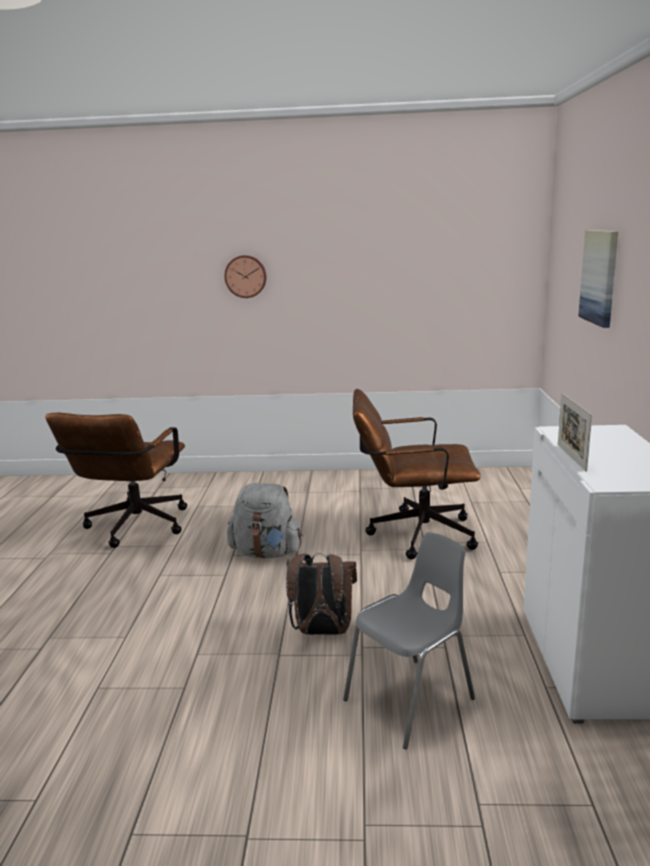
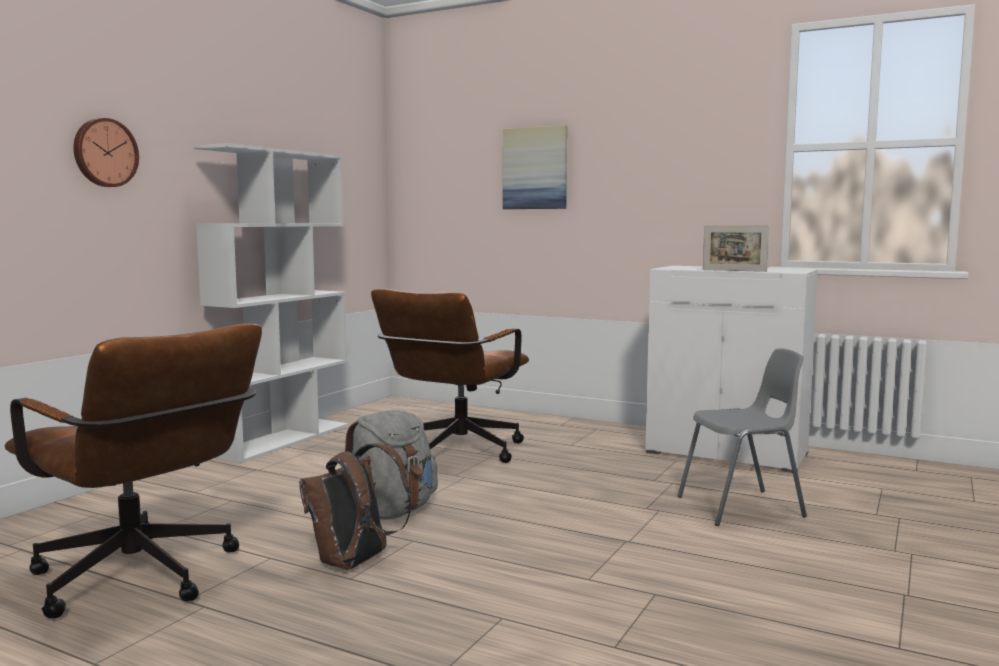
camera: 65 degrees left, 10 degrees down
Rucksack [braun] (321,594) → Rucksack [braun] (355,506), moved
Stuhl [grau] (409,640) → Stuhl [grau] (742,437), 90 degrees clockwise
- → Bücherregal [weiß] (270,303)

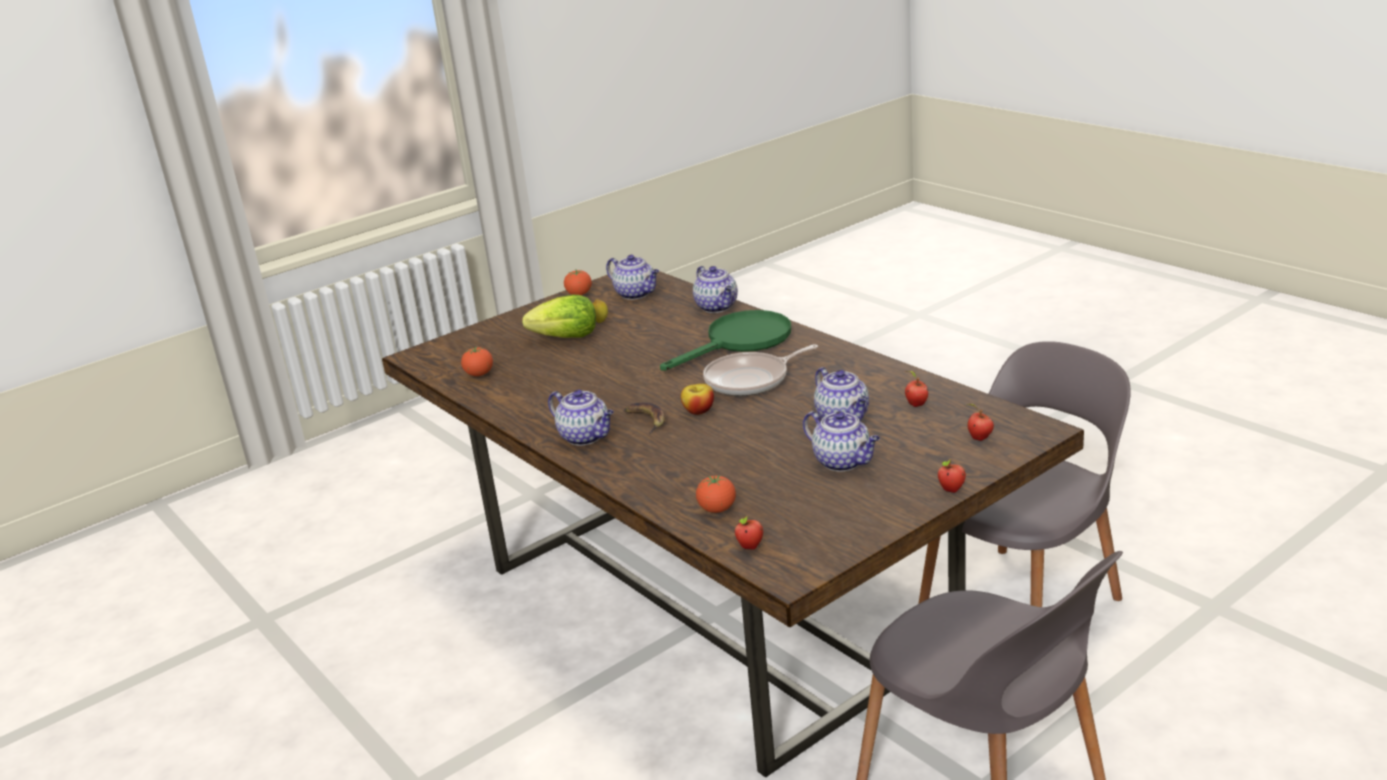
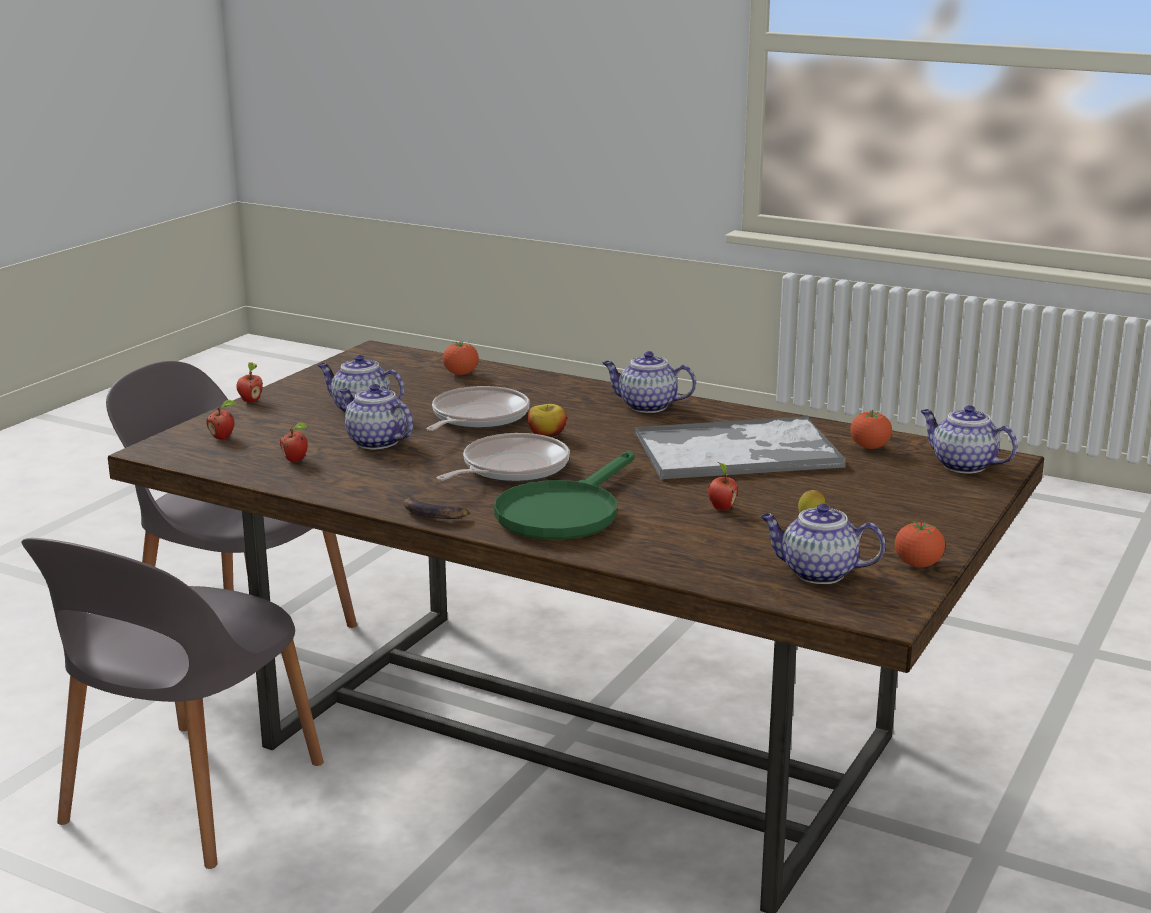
camera: 155 degrees right, 5 degrees down
Salatkopf (559,316) → -
Banane (644,418) → Banane (436,508), moved
Teekanne (715,289) → Teekanne (969,439), moved
Apfel (748,533) → Apfel (722,486), moved
- → Pfanne (478,408)
- → Tablett (740,447)

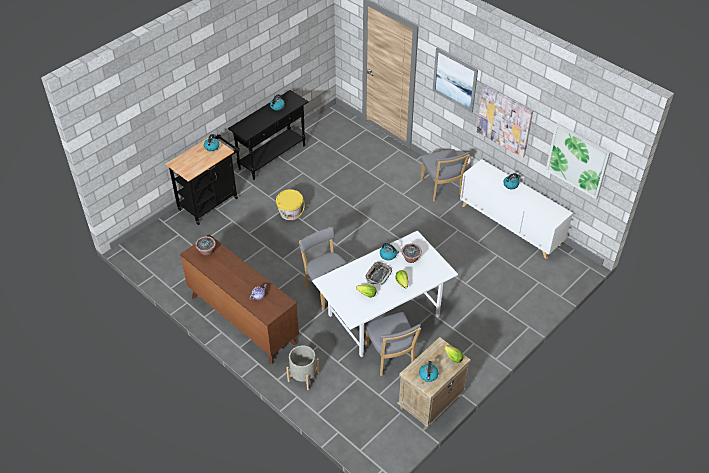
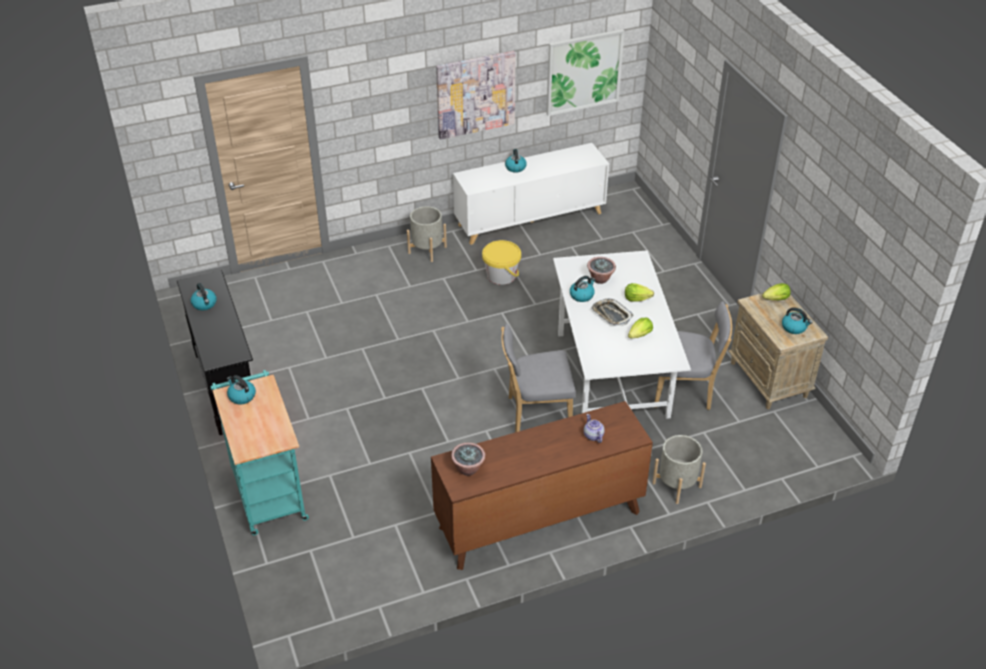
camera: 65 degrees left, 5 degrees down
Rollwagen [schwarz] (202,179) → Rollwagen [türkis] (259,452)
Eimer [gelb] (290,204) → Eimer [gelb] (501,262), moved
Stuhl [grau] (445,175) → Pflanzkübel [grau] (427,234)
Bild (455,80) → -

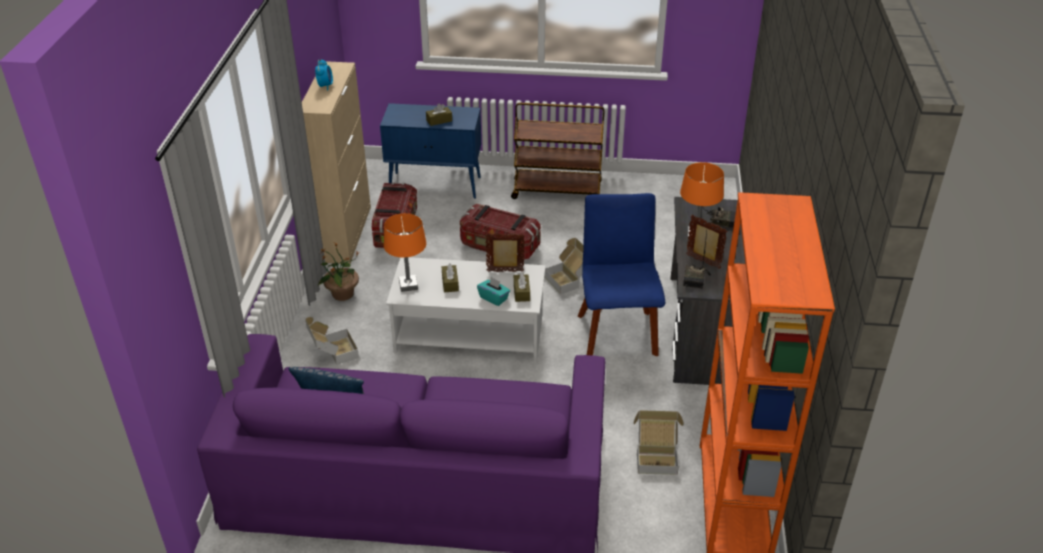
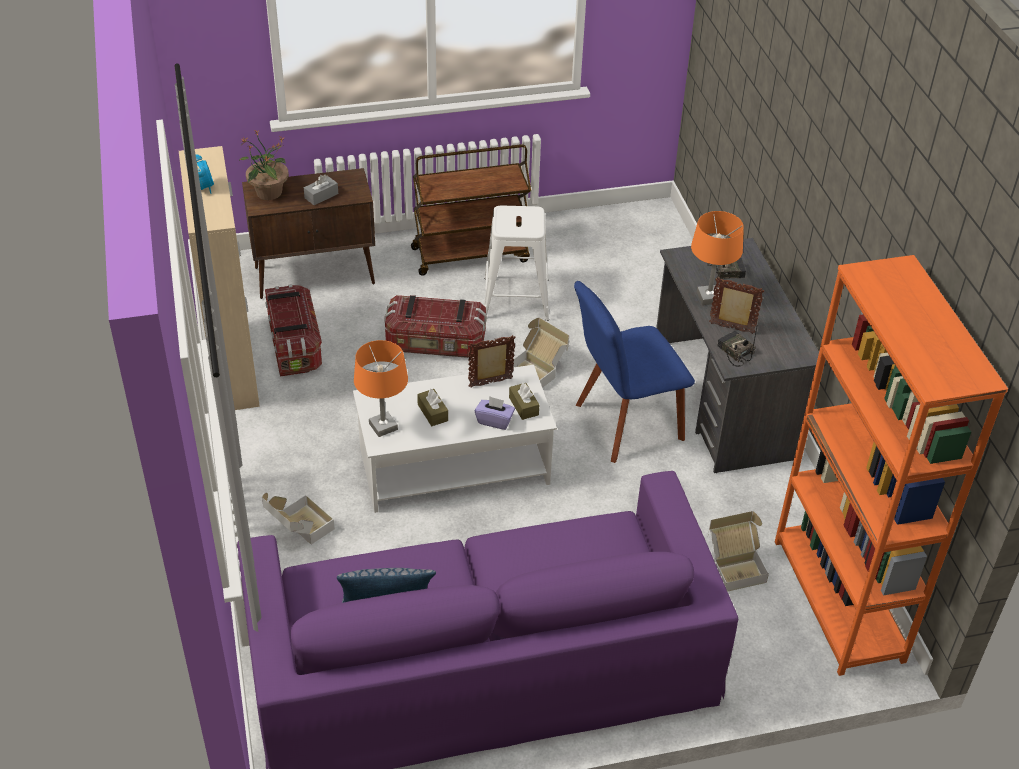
camera: 20 degrees left, 5 degrees up
Topfpflanze (338,272) → Topfpflanze (264,165), moved
Schrank [blau] (430,151) → Schrank [braun] (308,233)
Taschentuchbox [braun] (439,115) → Taschentuchbox [grau] (321,189)
Taschentuchbox [türkis] (493,291) → Taschentuchbox [lila] (495,413)
Stuhl [blau] (621,274) → Stuhl [blau] (634,372), 90 degrees counterclockwise
Radio (697,260) → Radio (737,347), 150 degrees clockwise
- → Hocker [weiß] (516,263)

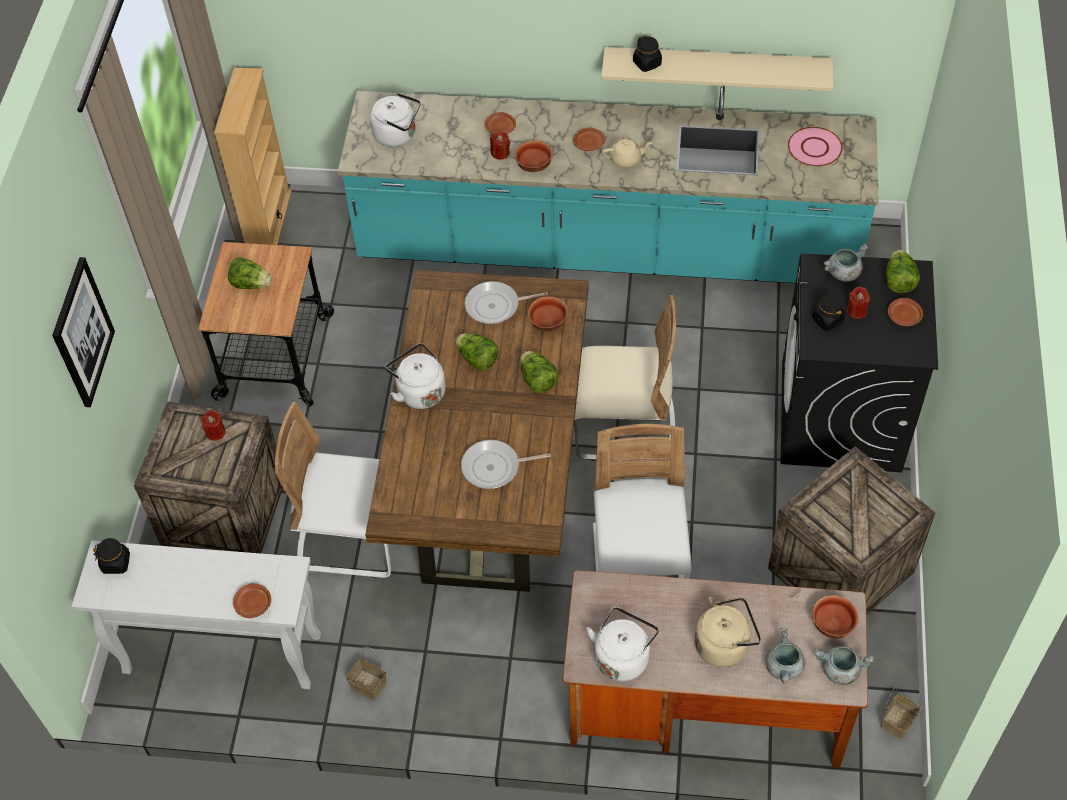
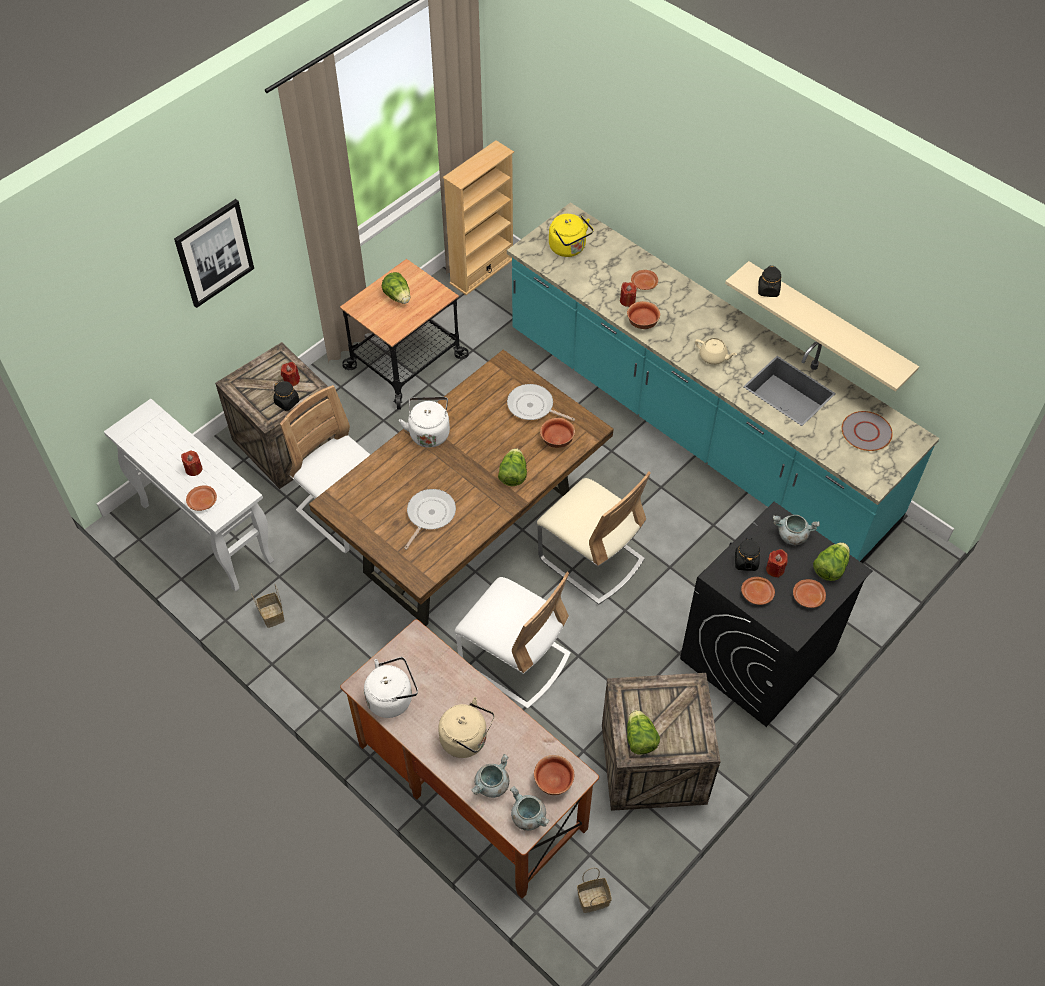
camera: 35 degrees right, 0 degrees up
Vorratsglas [schwarz] (111,556) → Vorratsglas [schwarz] (286,396), moved
Wasserkessel [weiß] (395,120) → Wasserkessel [gelb] (571,235)
Salatkopf (476,352) → Salatkopf (643,732), moved
Pfanne (506,464) → Pfanne (430,519), 90 degrees clockwise
Teller [braun] (589,139) → Teller [braun] (758,591), moved
Stuhl [weiß] (642,501) → Stuhl [weiß] (513,640), 90 degrees clockwise
Teller [rosa] (815,146) → Teller [grau] (867,431)
- → Kerze [rot] (191,463)

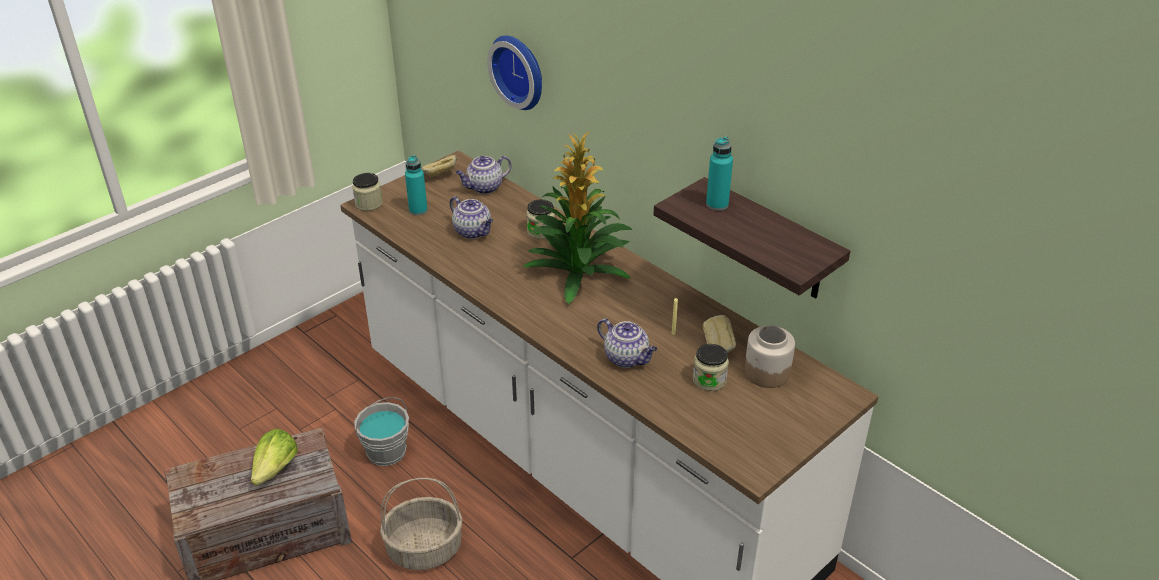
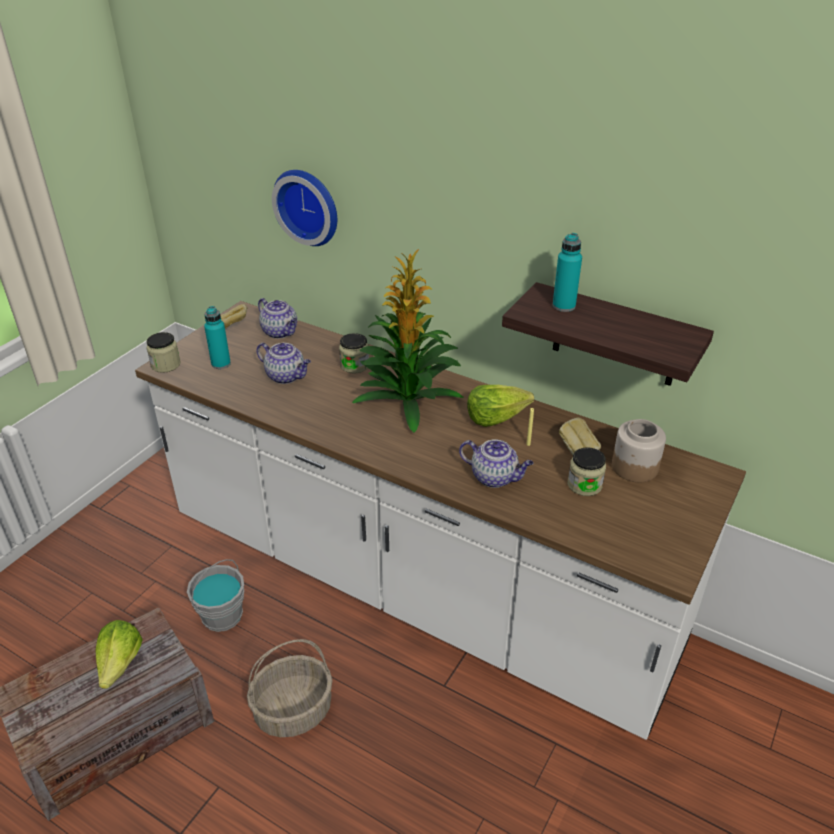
camera: 15 degrees left, 0 degrees up
Teekanne (483,175) → Teekanne (277,318), 90 degrees counterclockwise
- → Salatkopf (500,406)

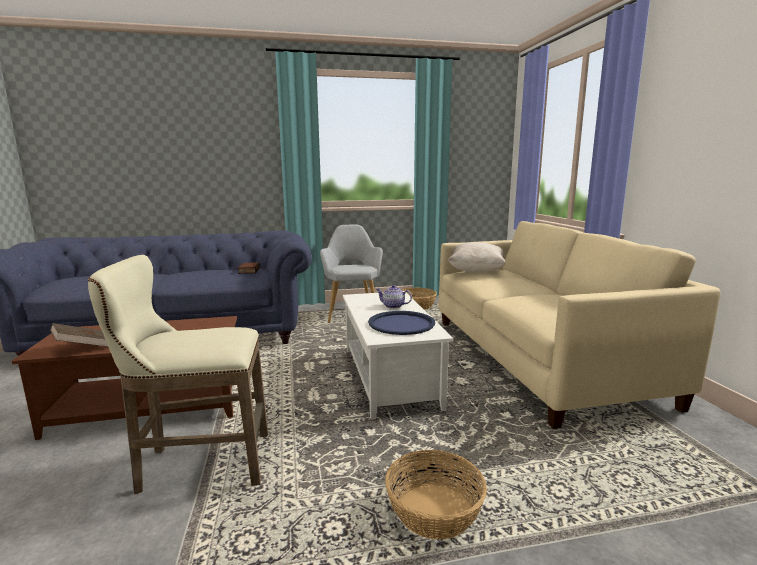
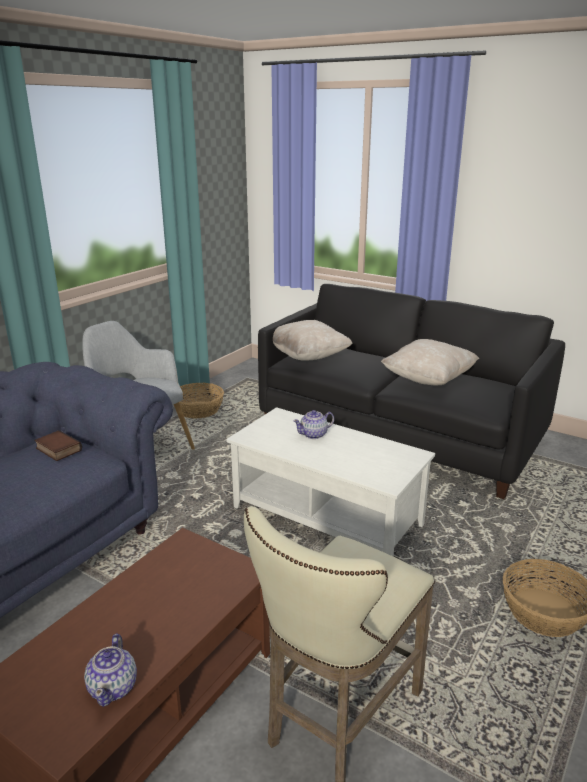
camera: 45 degrees left, 10 degrees up
Buch [braun] (79,335) → Teekanne (110,670)
Tablett [blau] (401,323) → -
Sofa [beige] (579,325) → Sofa [schwarz] (411,391)
- → Kissen [beige] (430,362)

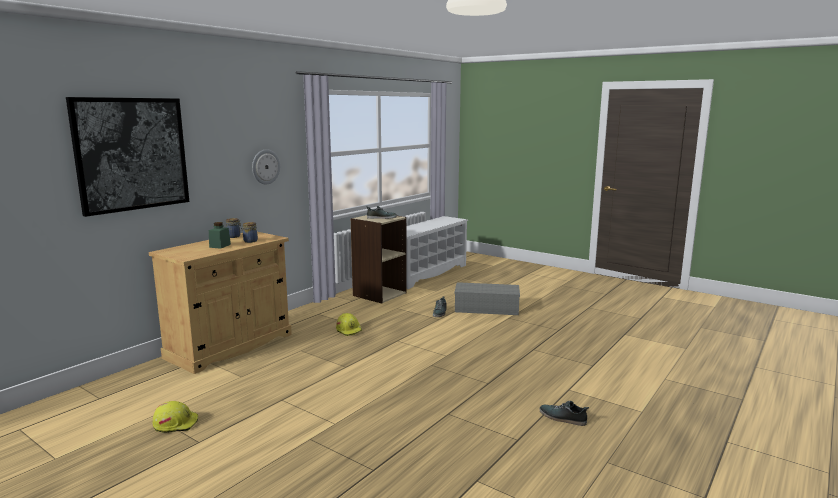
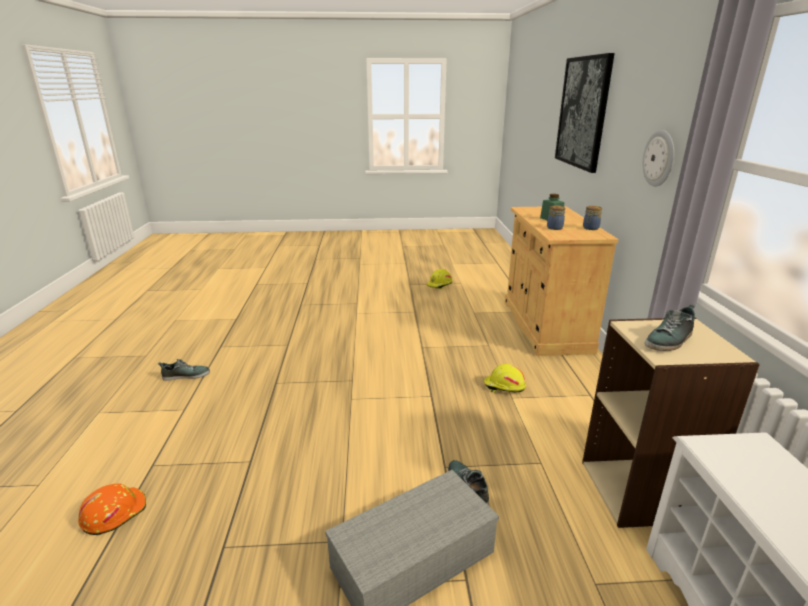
camera: 140 degrees right, 10 degrees up
- → Schutzhelm [orange] (112,509)

